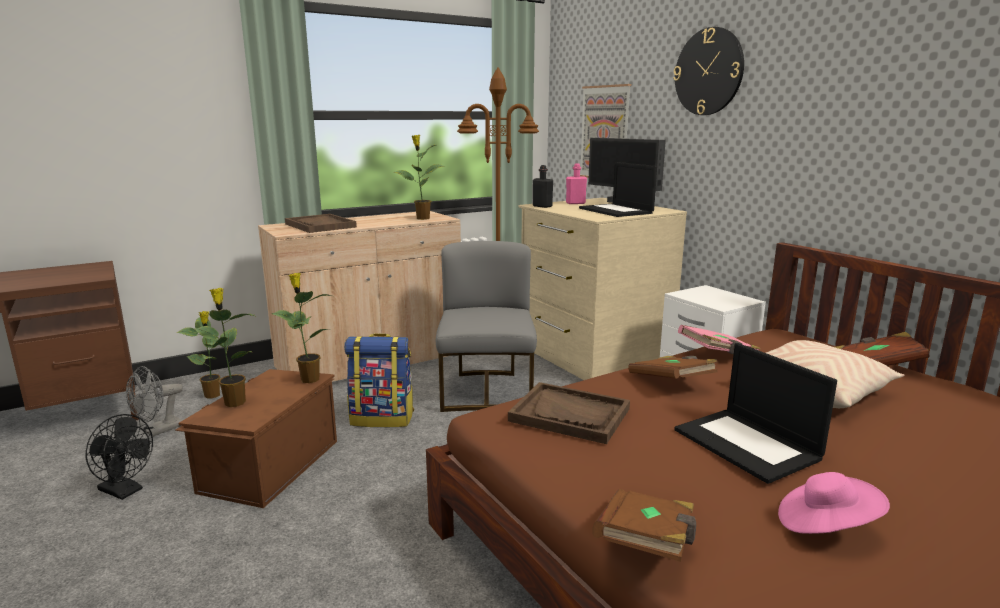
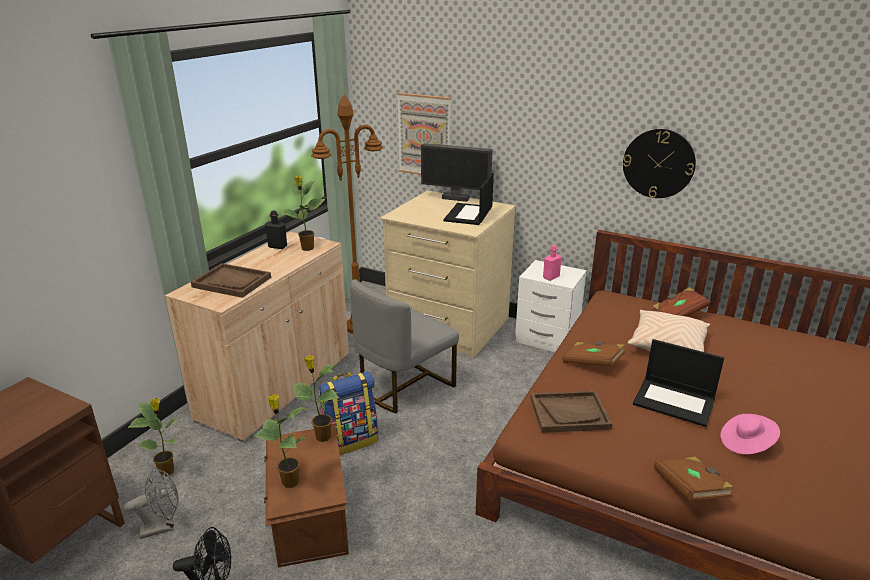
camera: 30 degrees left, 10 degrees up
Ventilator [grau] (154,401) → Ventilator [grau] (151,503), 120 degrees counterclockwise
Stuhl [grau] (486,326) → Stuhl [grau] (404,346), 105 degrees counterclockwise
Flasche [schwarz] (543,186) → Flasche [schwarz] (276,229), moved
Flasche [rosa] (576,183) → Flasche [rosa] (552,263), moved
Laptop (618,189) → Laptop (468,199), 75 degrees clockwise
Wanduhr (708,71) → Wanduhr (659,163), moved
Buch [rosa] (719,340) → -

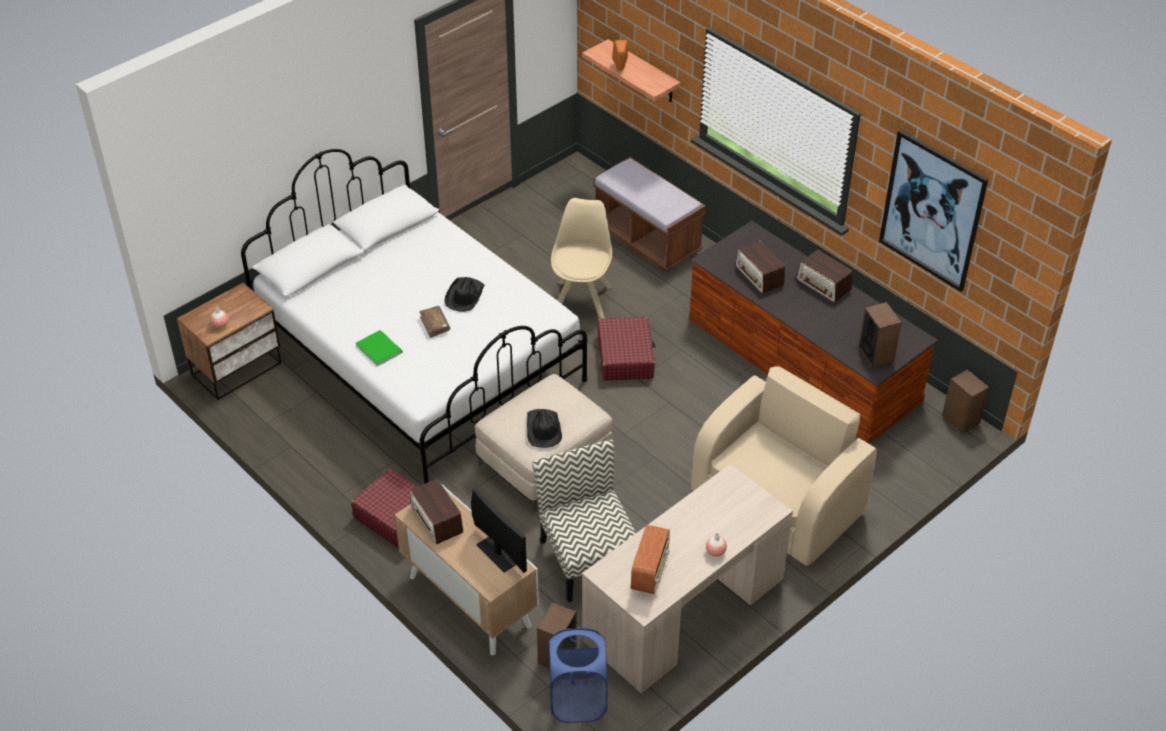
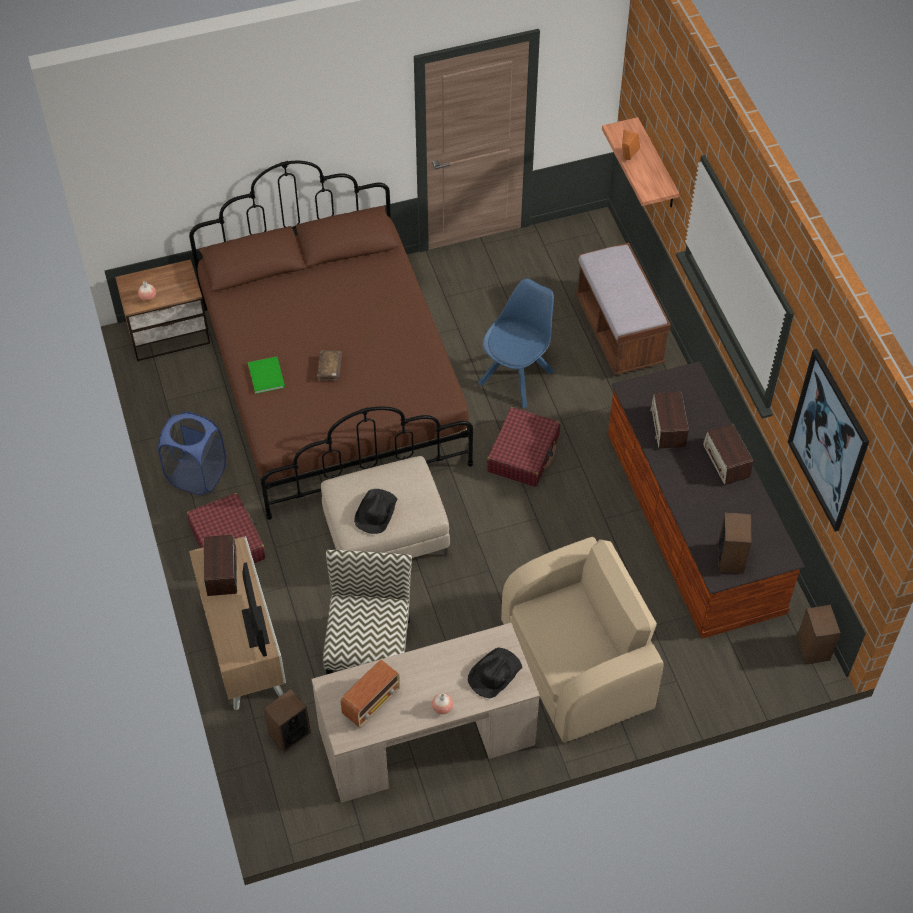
camera: 25 degrees right, 10 degrees up
Bett [weiß] (414,316) → Bett [braun] (331,340)
Hut [schwarz] (465,294) → Hut [schwarz] (495,672), moved
Wäschekorb [blau] (578,675) → Wäschekorb [blau] (192,453), moved
Stuhl [beige] (581,258) → Stuhl [blau] (516,343)

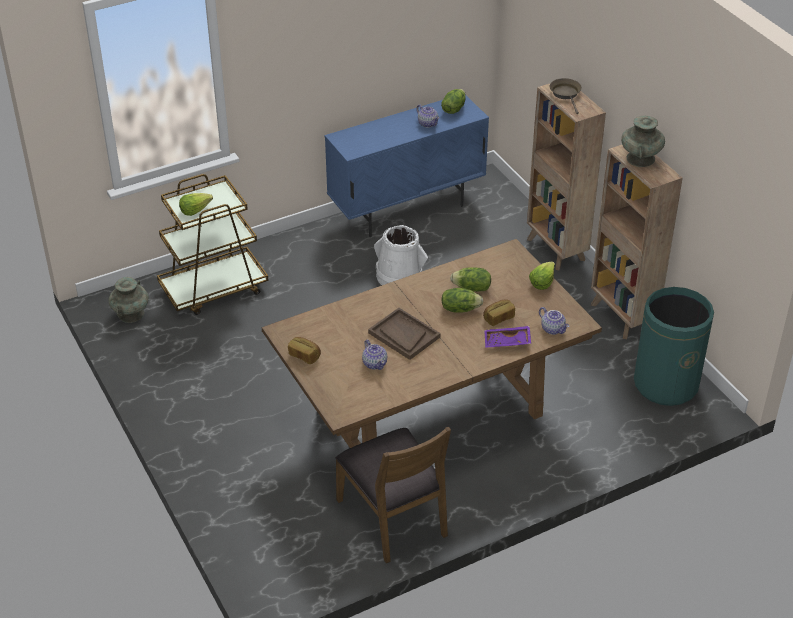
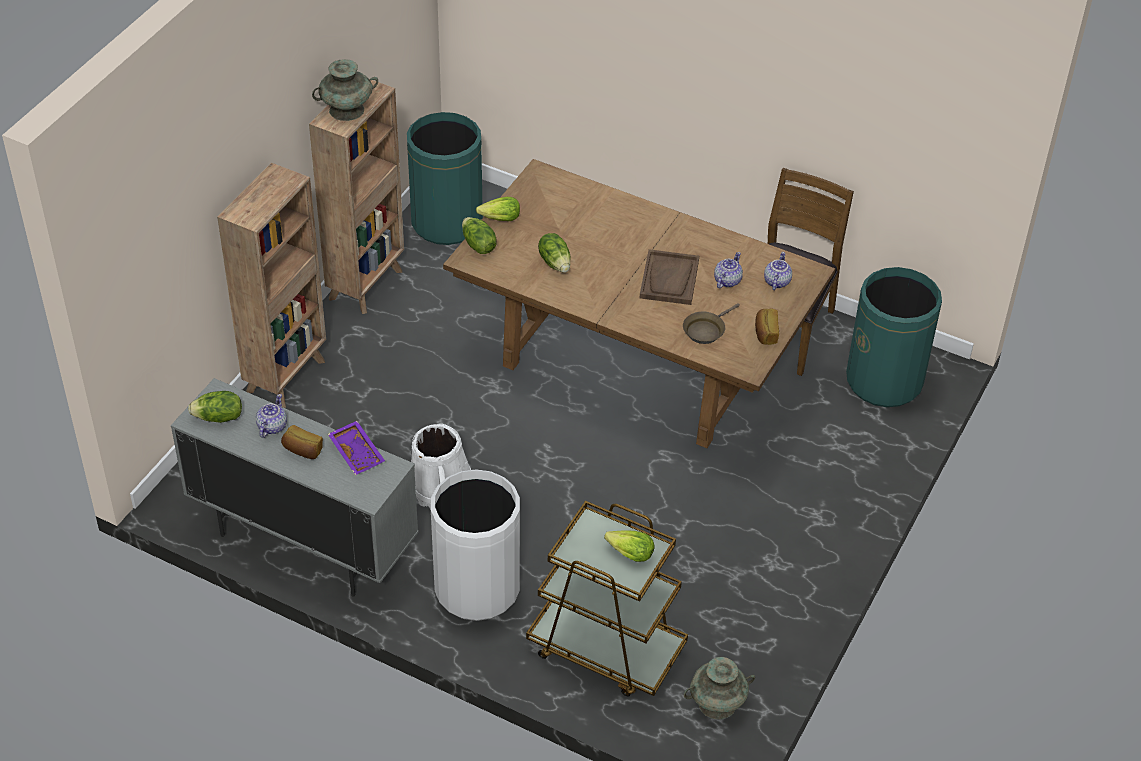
camera: 125 degrees left, 5 degrees up
Schrank [blau] (407,166) → Schrank [grau] (295,487)
Salatkopf (462,300) → Salatkopf (479,235), moved
Brot (499,312) → Brot (302,442), moved
Tablett [lila] (507,337) → Tablett [lila] (356,448), moved
Teekanne (554,321) → Teekanne (778,271), moved
Pfanne [braun] (566,96) → Pfanne [braun] (711,323), moved
- → Mülleimer [weiß] (475,545)
- → Mülleimer [grün] (894,337)

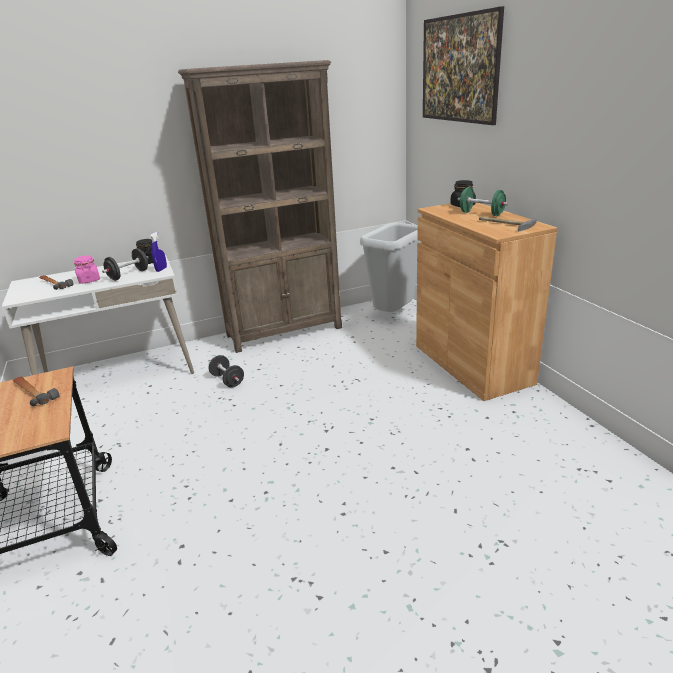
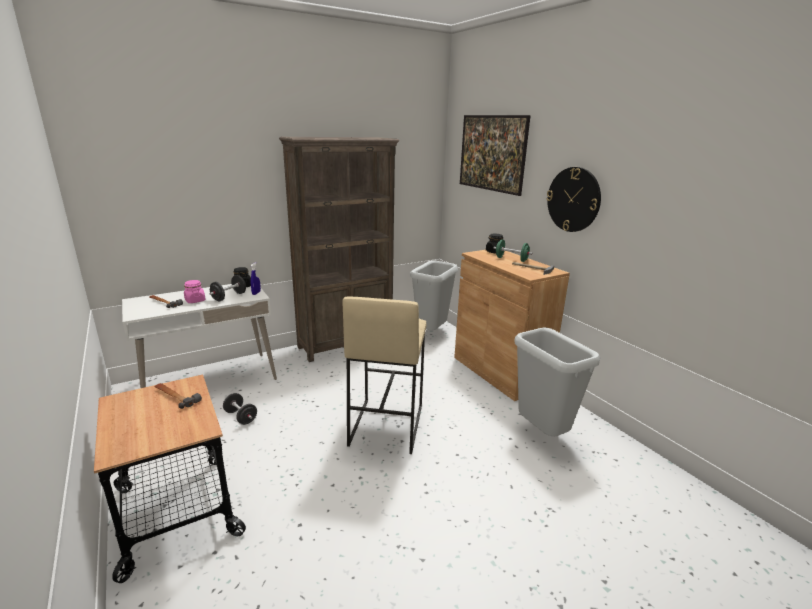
camera: 10 degrees left, 5 degrees down
Hantel [schwarz] (226,371) → Hantel [schwarz] (240,409), moved
- → Hocker [beige] (385,375)
- → Mülleimer [grau] (557,382)
- → Wanduhr (573,199)

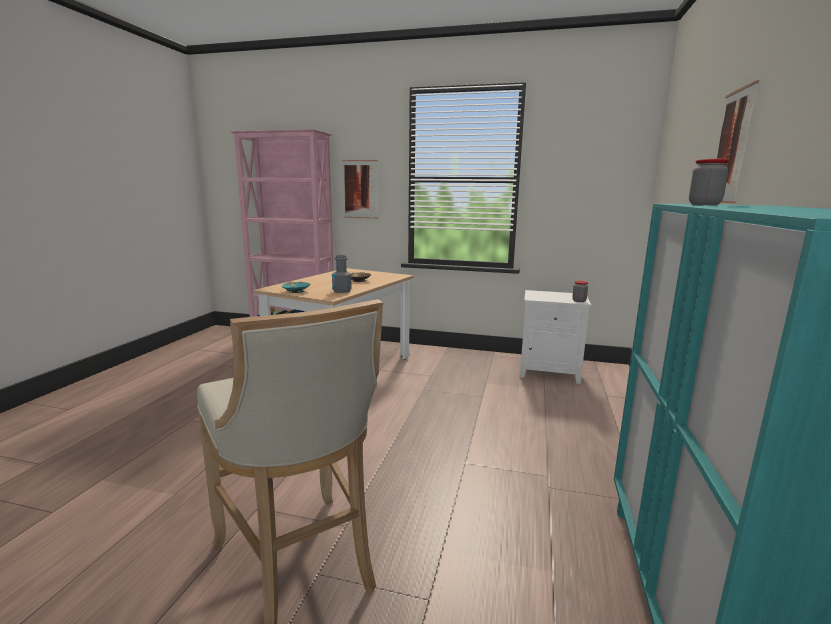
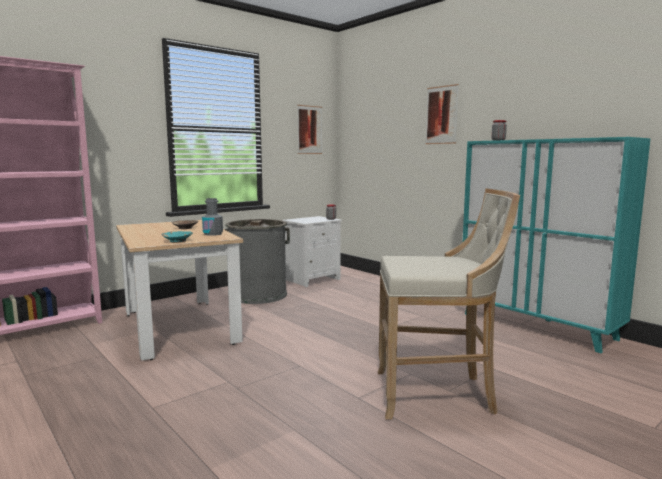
camera: 55 degrees left, 5 degrees down
Bild (360,189) → Bild (309,129), moved
- → Mülleimer [grau] (257,261)

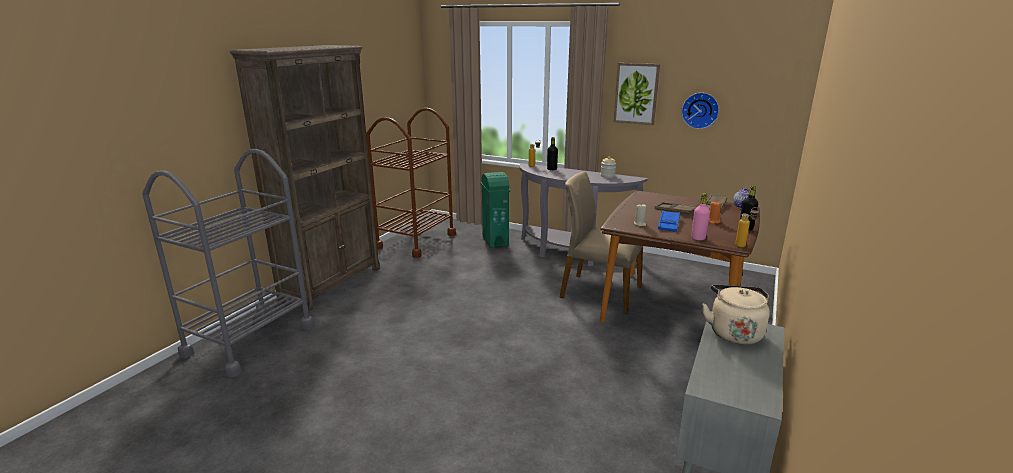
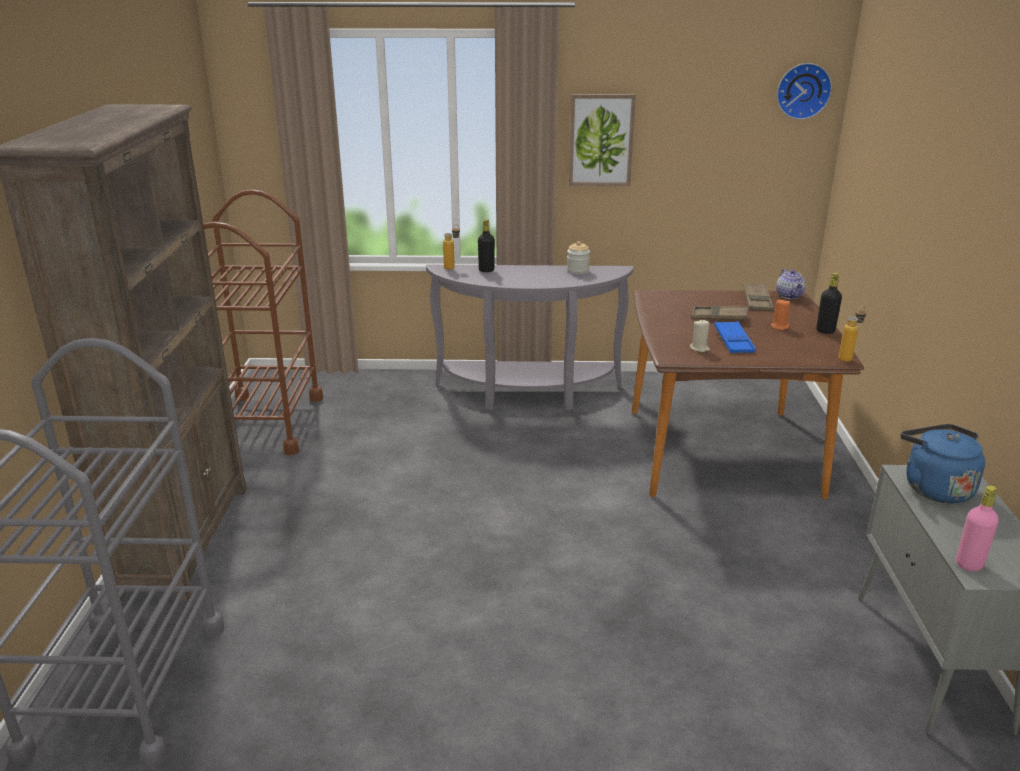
camera: 25 degrees left, 5 degrees up
Mülleimer [grün] (495,210) → -
Stuhl [beige] (601,242) → -
Wanduhr (700,110) → Wanduhr (804,91), moved
Flasche [rosa] (700,216) → Flasche [rosa] (977,528), moved
Wasserkessel [beige] (736,315) → Wasserkessel [blau] (943,464)

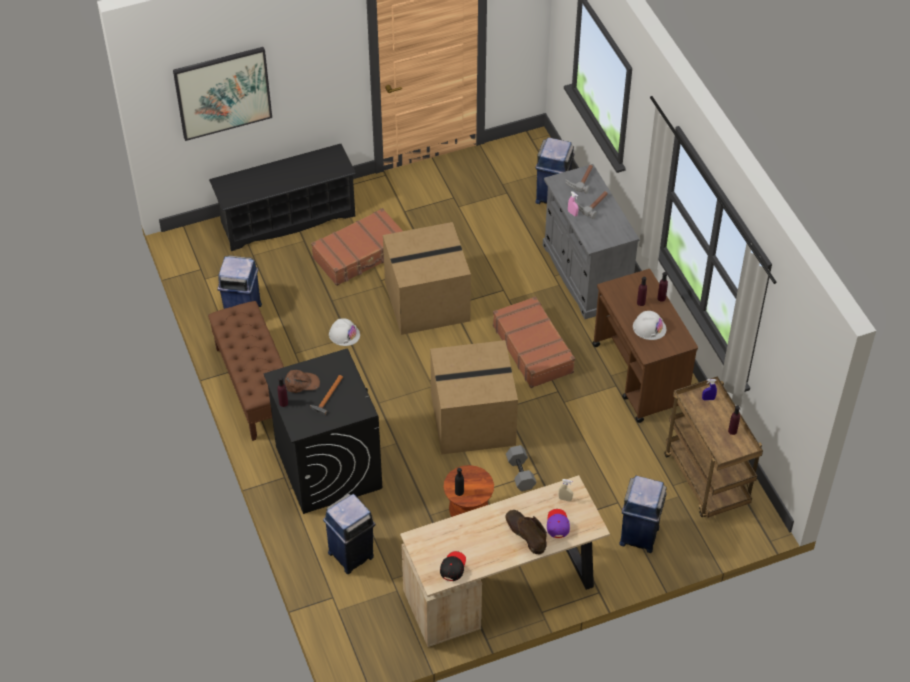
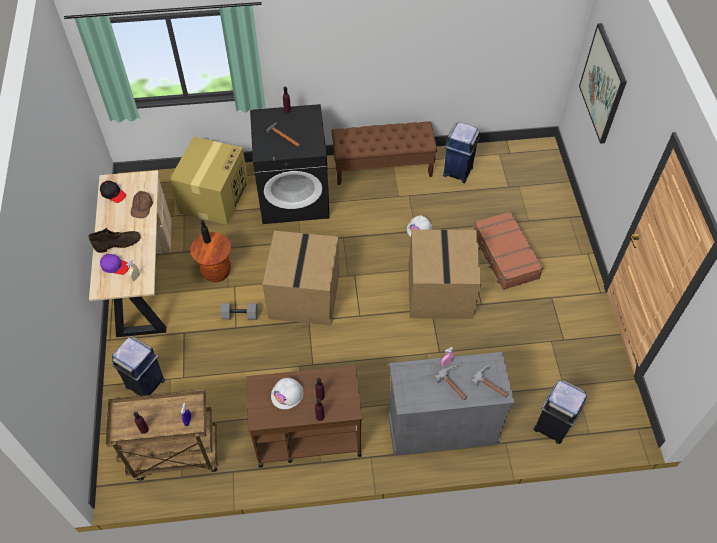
camera: 105 degrees right, 5 degrees up
Schuhregal [schwarz] (282,197) → -
Kappe [braun] (302,381) → Kappe [braun] (142,204), moved
Mülleimer [blau] (349,534) → Karton (208,180)
Koffer [braun] (534,342) → -

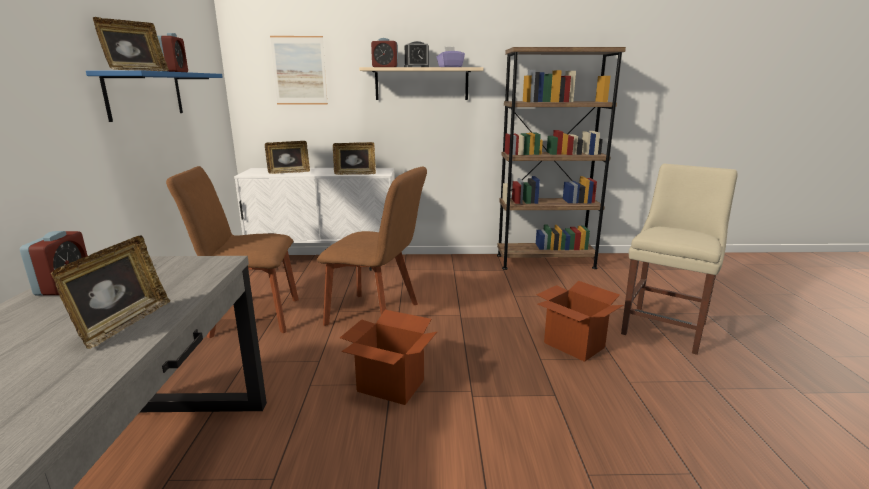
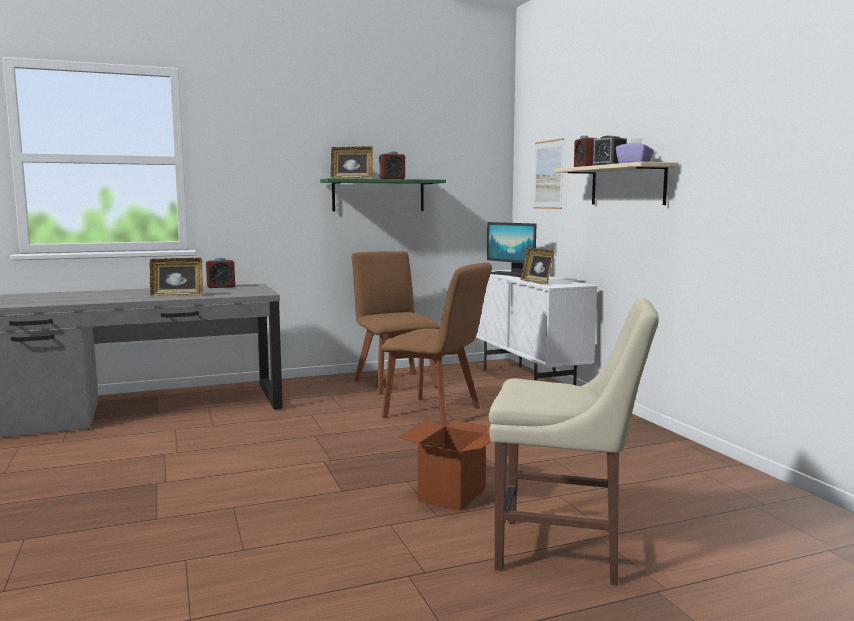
camera: 70 degrees right, 10 degrees down
Wandregal [blau] (154,96) → Wandregal [grün] (383,194)
Bilderrahmen (287,157) → Monitor (511,249)
Stuhl [braun] (372,246) → Stuhl [braun] (436,344), 60 degrees counterclockwise
Karton (388,357) → -
Bücherregal [braun] (561,158) → -

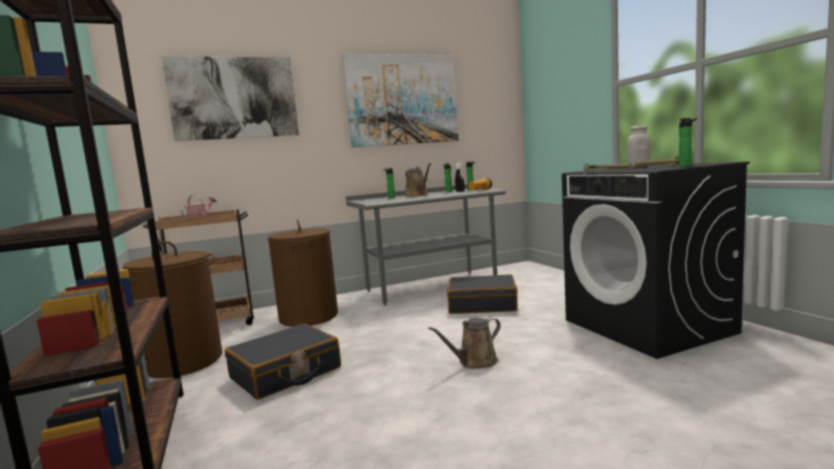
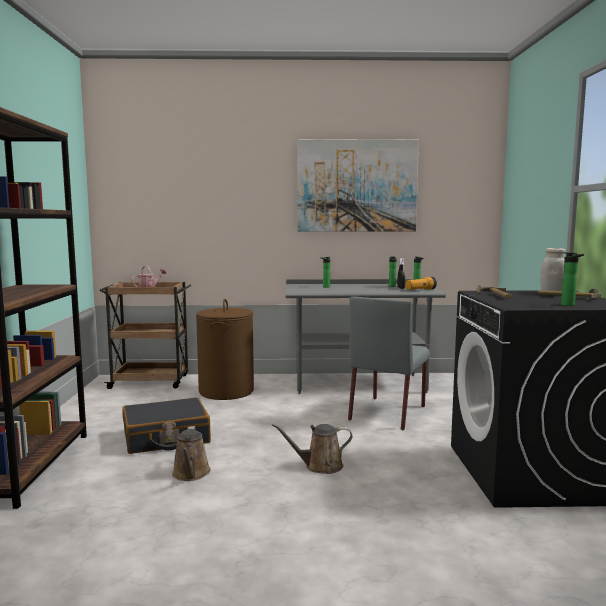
camera: 20 degrees right, 0 degrees up
Wäschekorb [braun] (172,309) → -
Bild (230,98) → -
Gießkanne [braun] (418,180) → Gießkanne [braun] (191,453), moved
Koffer [schwarz] (482,294) → Stuhl [grau] (389,363)

